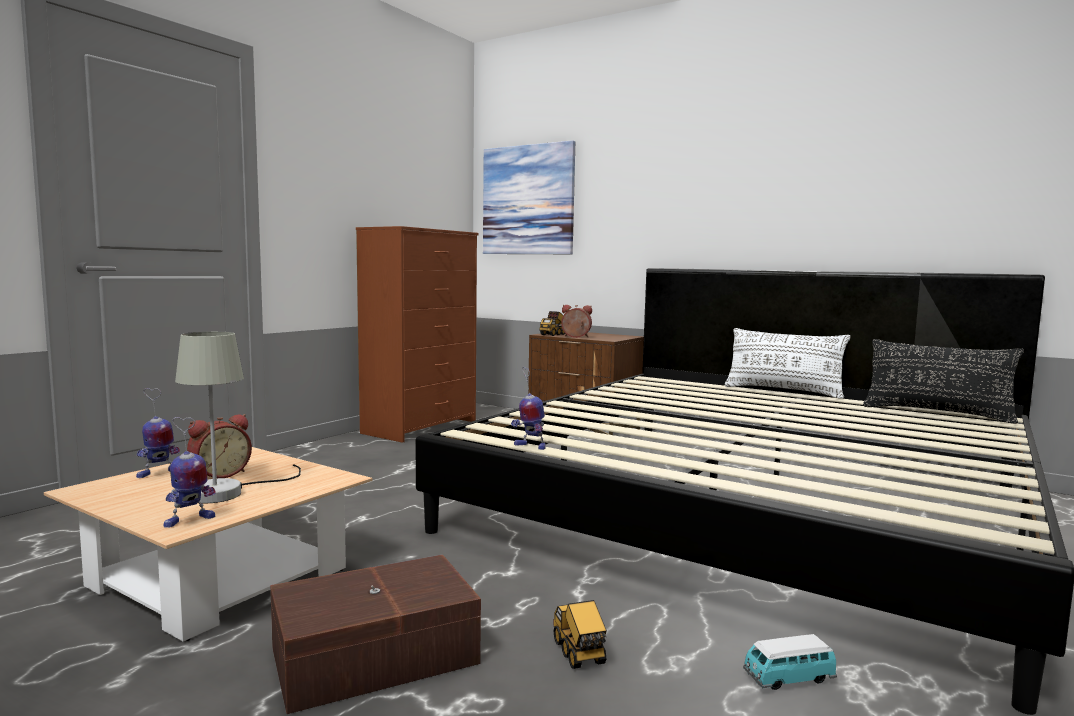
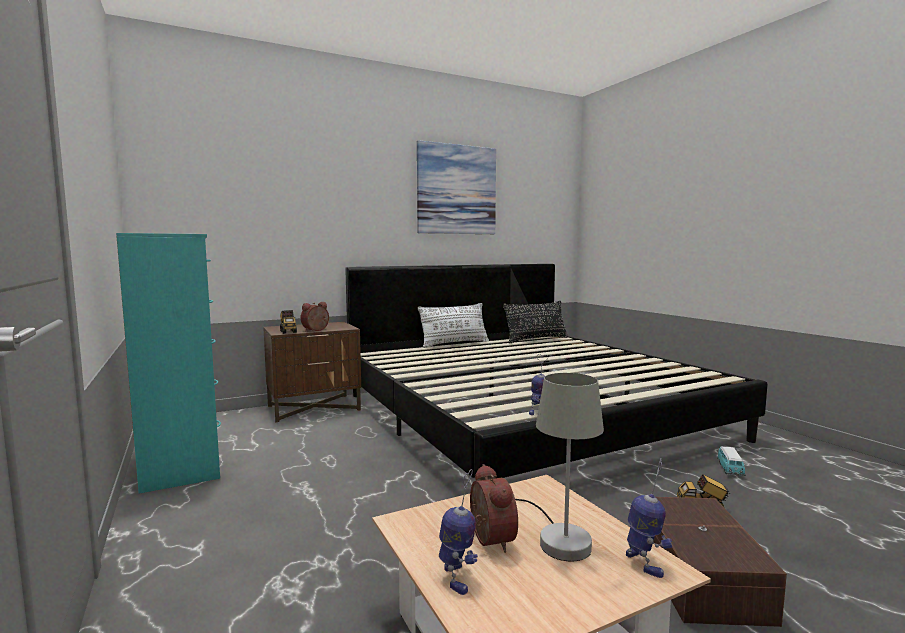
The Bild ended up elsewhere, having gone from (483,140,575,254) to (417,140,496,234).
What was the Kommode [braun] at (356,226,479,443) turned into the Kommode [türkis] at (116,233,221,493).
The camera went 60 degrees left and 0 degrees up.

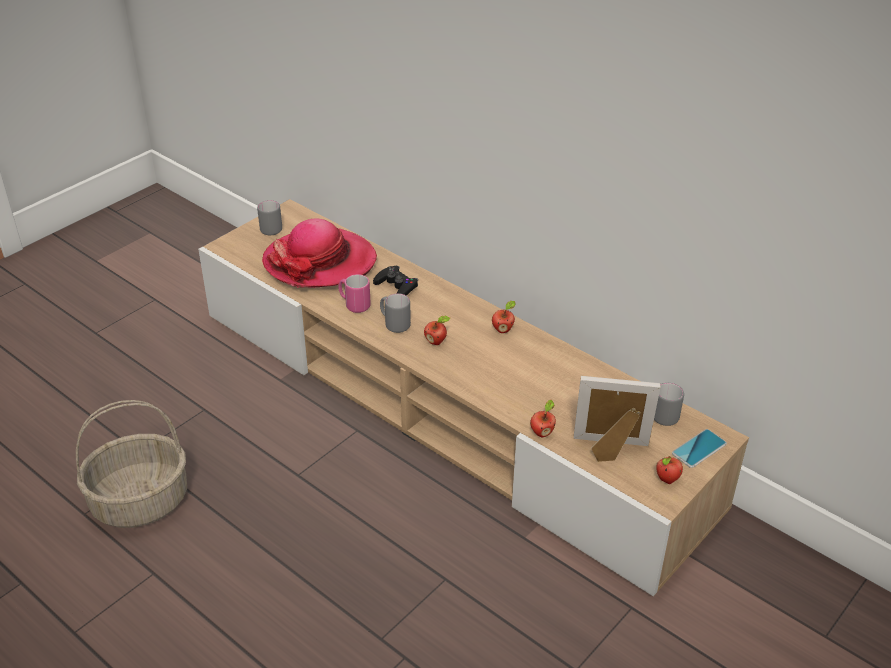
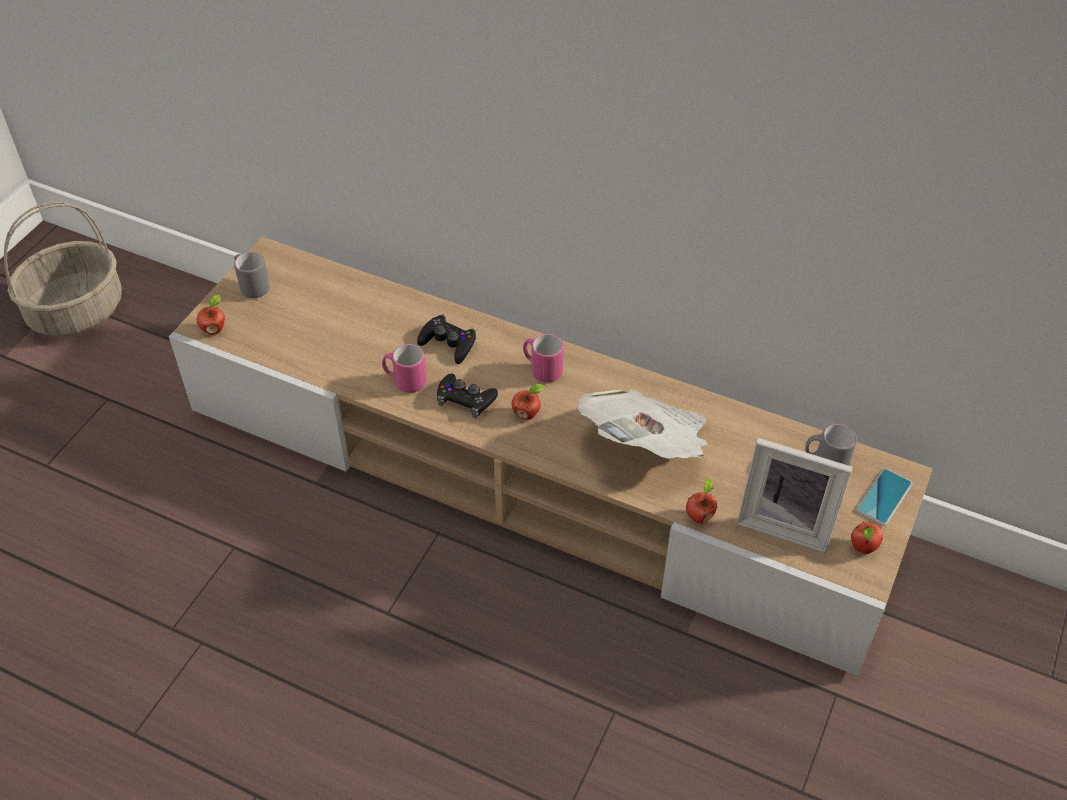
The second view lost the Hut at (262,218,377,288).
Where the Henkelbecher [grau] stood at (380,293,411,333), the Gamepad [schwarz] came to stand at (437,374,498,418).
The Apfel ended up elsewhere, having gone from (492,301,515,333) to (197,295,225,335).
The Bilderrahmen at (574,376,660,462) ended up facing another way, 150 degrees counterclockwise from before.
The Korb ended up elsewhere, having gone from (76,400,187,528) to (4,202,122,337).
The second view gained the Henkelbecher [rosa] at (523,334,564,383).
The second view gained the Zeitung at (578,389,708,459).
The camera went 15 degrees left and 10 degrees up.

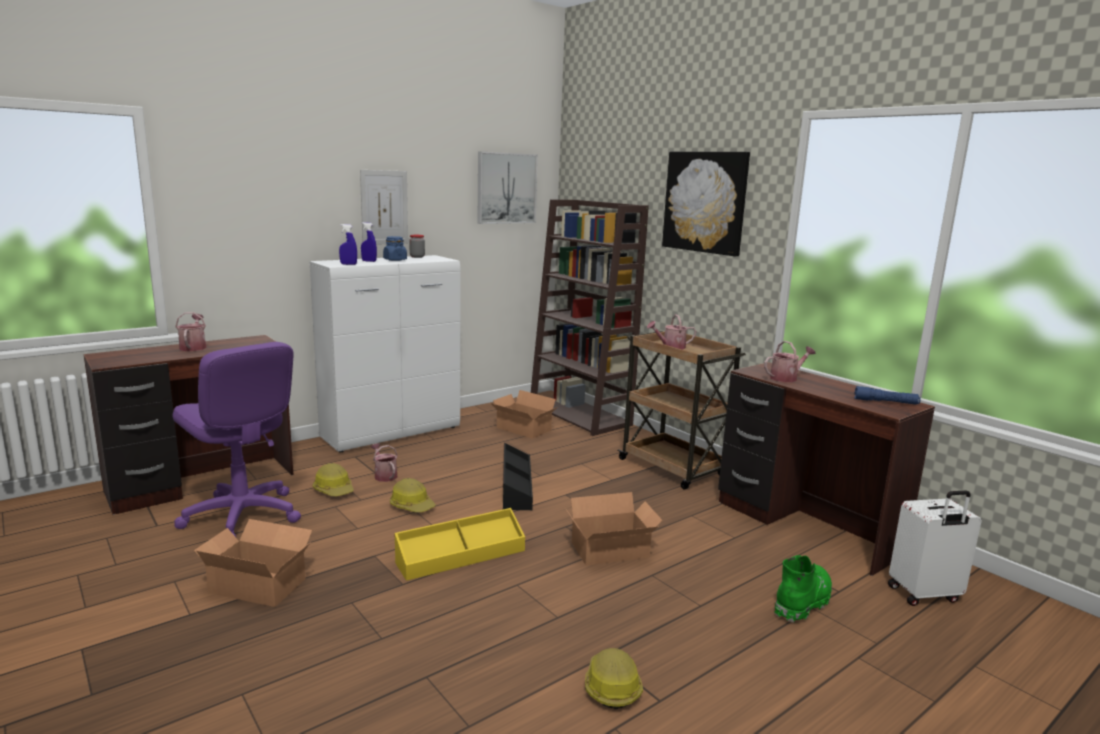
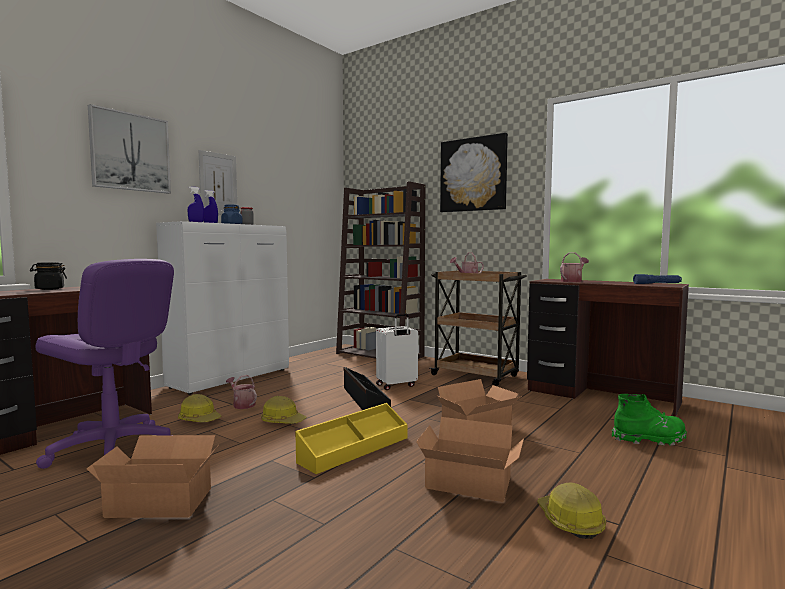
The Bild ended up elsewhere, having gone from (477,151,538,224) to (88,104,171,193).
Where the Gießkanne stood at (175,312,206,351), the Vorratsglas [schwarz] came to stand at (30,262,67,290).
The Karton ended up elsewhere, having gone from (491,390,558,439) to (416,417,524,502).
The Koffer [weiß] ended up elsewhere, having gone from (888,491,982,606) to (376,314,418,390).
The Stiefel [grün] at (774,555,832,623) ended up facing another way, 60 degrees clockwise from before.
The camera went 15 degrees left and 10 degrees down.

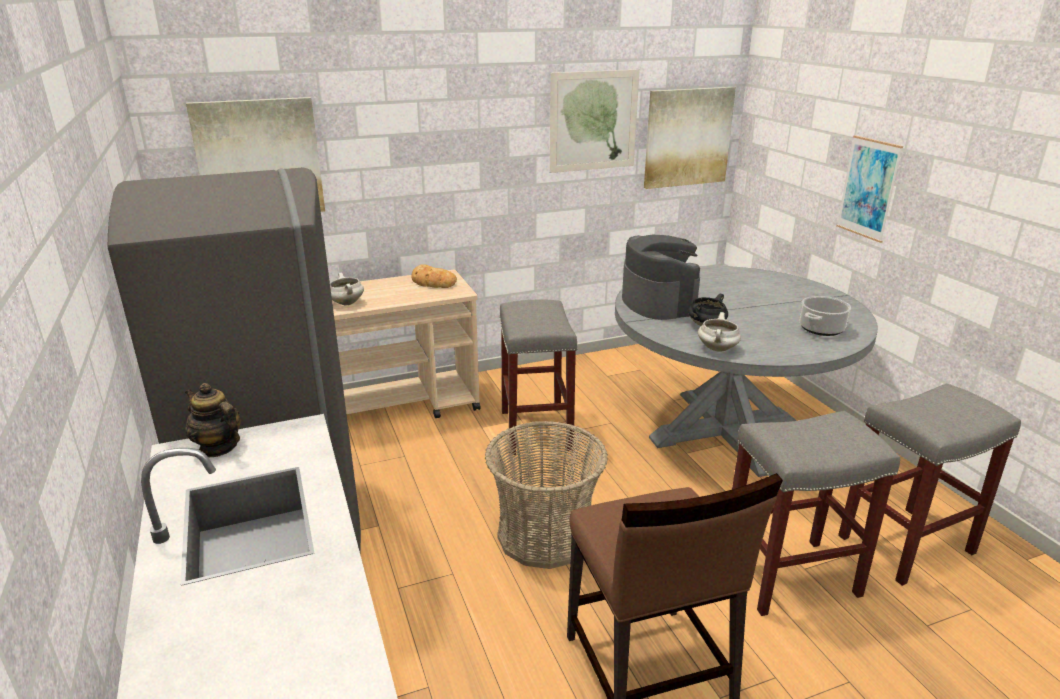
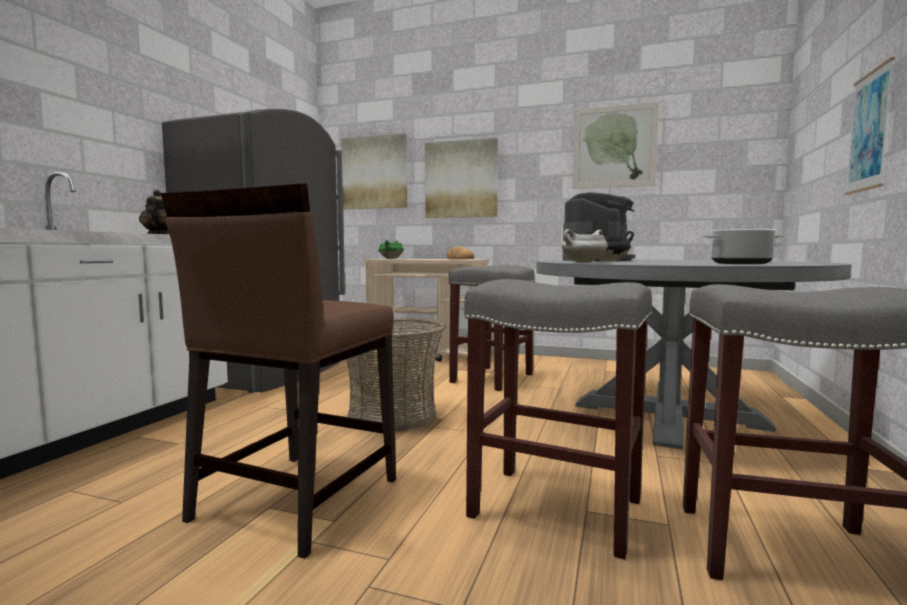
The Bild ended up elsewhere, having gone from (644,87,736,189) to (425,138,498,218).
What was the Kochtopf [weiß] at (330,272,364,305) turned into the Kochtopf [grün] at (378,240,404,259).
The camera went 40 degrees right and 20 degrees down.

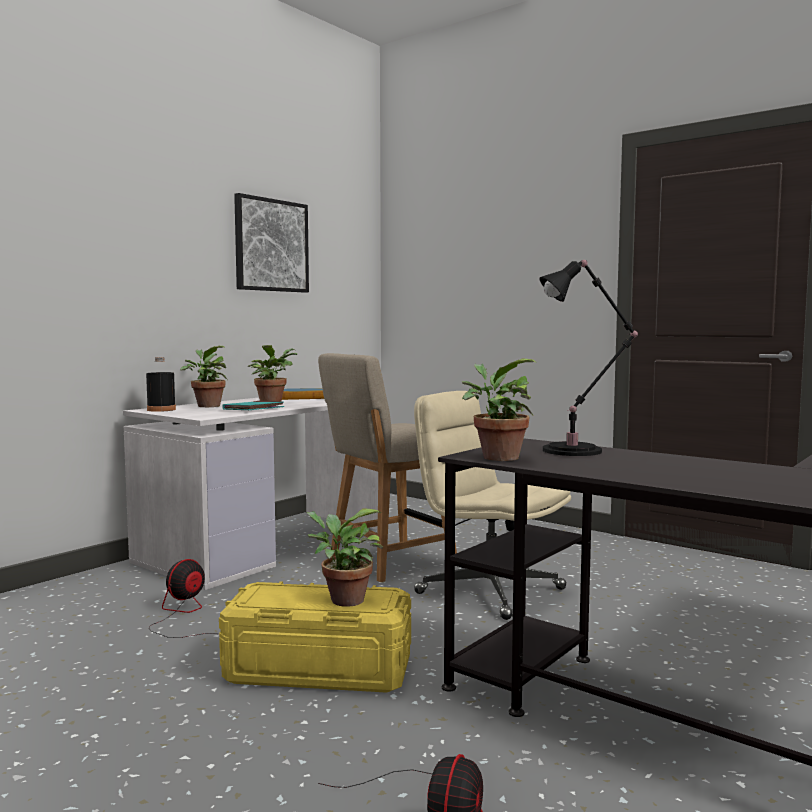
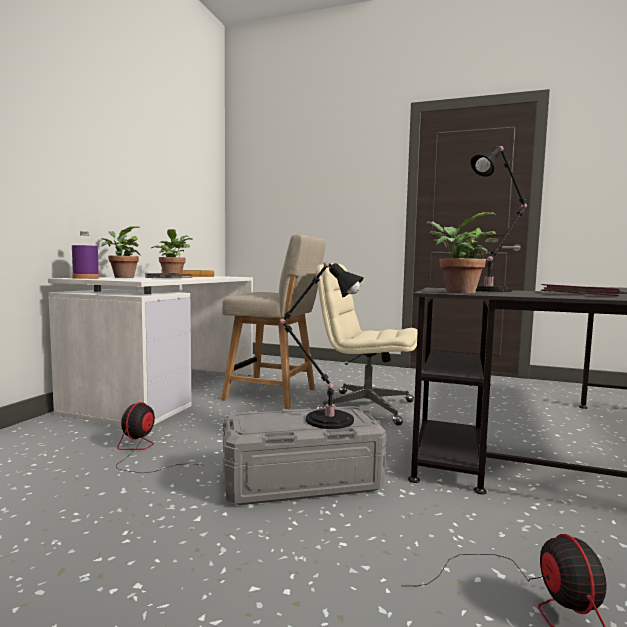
The second view lost the Bild at (234,193,309,293).
The Stuhl [beige] at (318,353,457,582) ended up facing another way, 105 degrees counterclockwise from before.
What was the Flasche [schwarz] at (146,357,176,412) turned into the Flasche [lila] at (72,231,99,279).
Where the Topfpflanze stood at (306,508,383,607), the Tischlampe [schwarz] came to stand at (277,262,364,429).
What was the Aufbewahrungsbox [gelb] at (219,582,411,693) turned into the Aufbewahrungsbox [grau] at (222,406,387,505).
The second view gained the Buch [rot] at (541,284,620,296).
The camera went 20 degrees left and 0 degrees up.

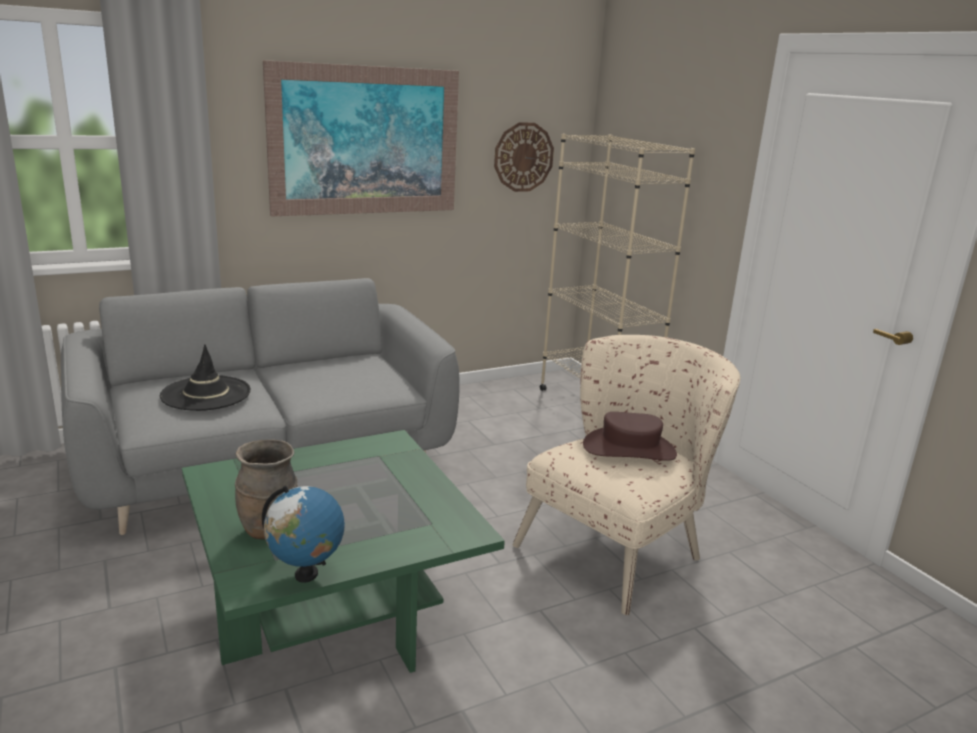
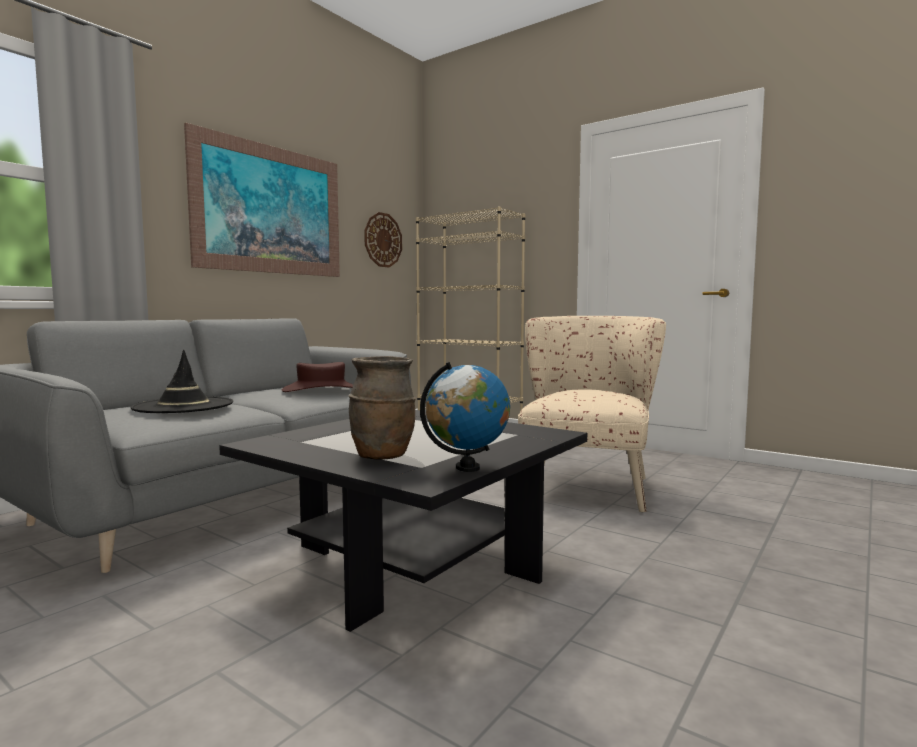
The Hut [braun] ended up elsewhere, having gone from (583,412,677,461) to (282,362,353,392).
What was the Couchtisch [grün] at (182,430,505,673) turned into the Couchtisch [schwarz] at (219,410,587,632).
The camera went 25 degrees left and 15 degrees down.

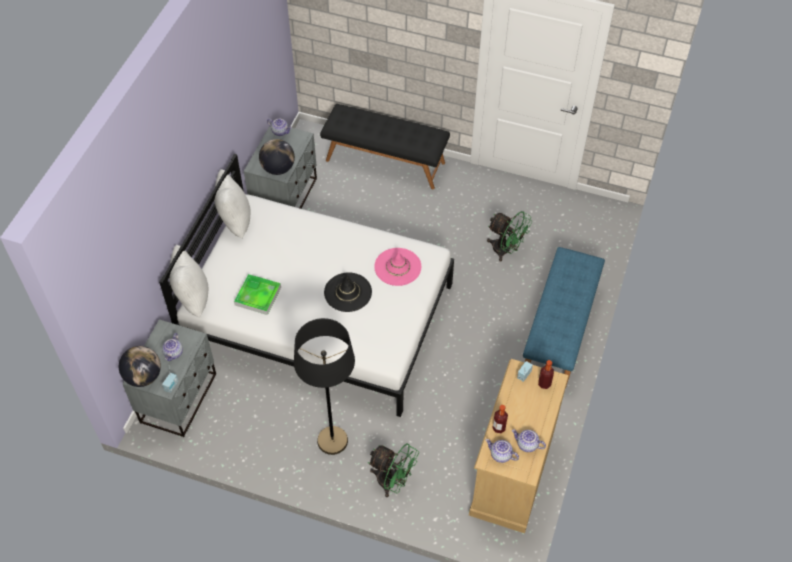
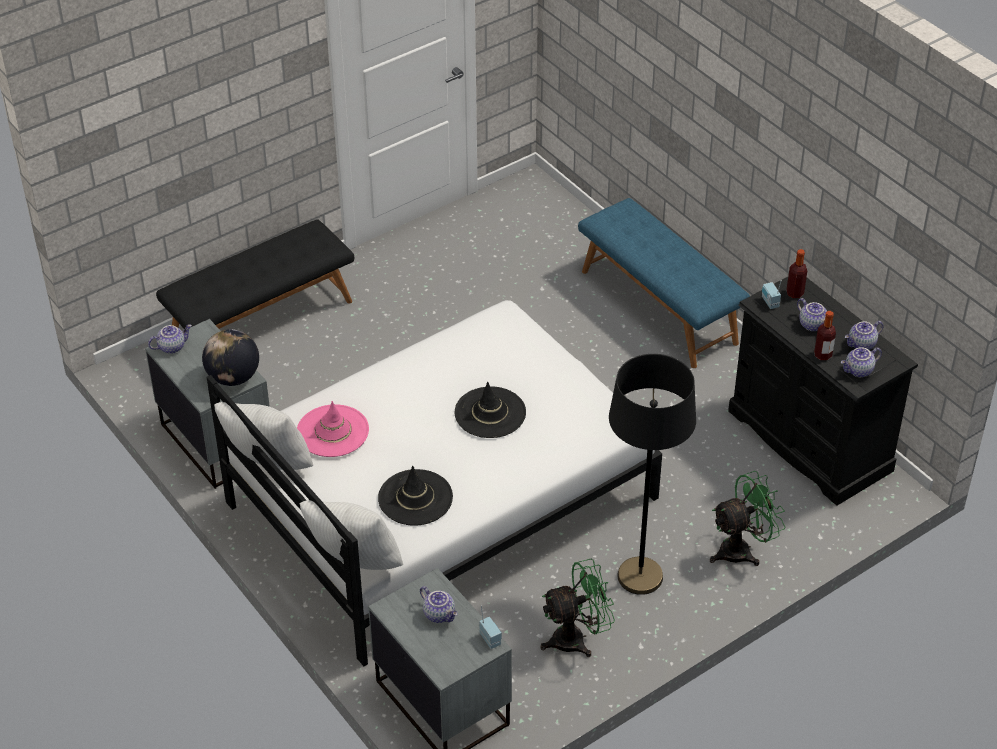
The Ventilator [grün] ended up elsewhere, having gone from (487,211,532,262) to (540,559,615,657).
The Hut [rosa] ended up elsewhere, having gone from (374,248,421,286) to (297,401,369,457).
Where the Tablett stood at (234,274,281,315), the Hut [schwarz] came to stand at (378,466,453,526).
The second view lost the Globus at (119,346,161,387).
What was the Kommode [beige] at (469,359,569,533) turned into the Kommode [schwarz] at (728,277,918,506).
The second view gained the Teekanne at (797,298,827,331).
The camera went 55 degrees left and 10 degrees down.

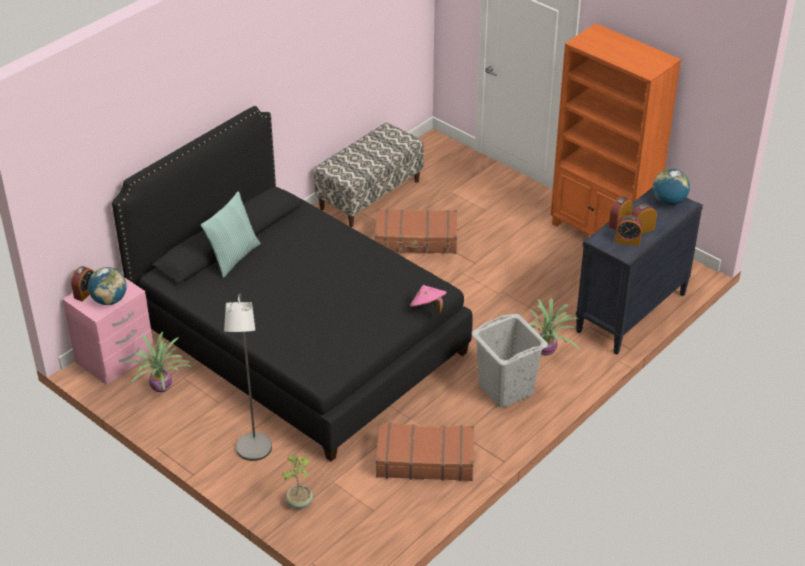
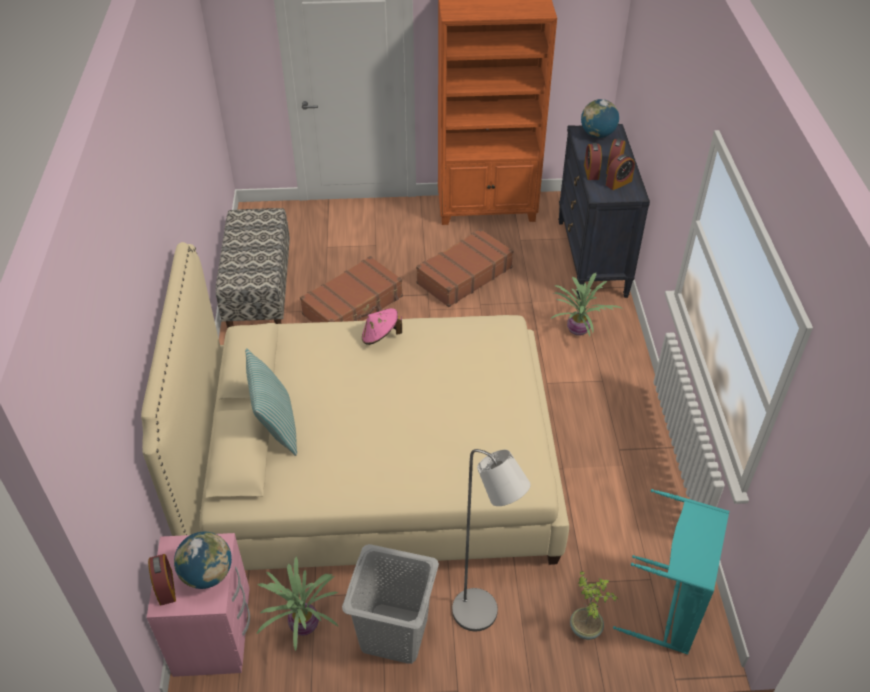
What was the Bett [schwarz] at (112,106,473,462) turned into the Bett [beige] at (141,242,569,570).
The Hut [rosa] ended up elsewhere, having gone from (410,285,447,314) to (362,308,402,345).
The Wäschekorb [grau] ended up elsewhere, having gone from (472,314,548,408) to (342,544,439,664).
The Koffer [braun] ended up elsewhere, having gone from (376,423,474,481) to (416,228,514,307).
The second view gained the Wäschekorb [türkis] at (613,489,729,655).
The camera went 45 degrees left and 5 degrees up.

